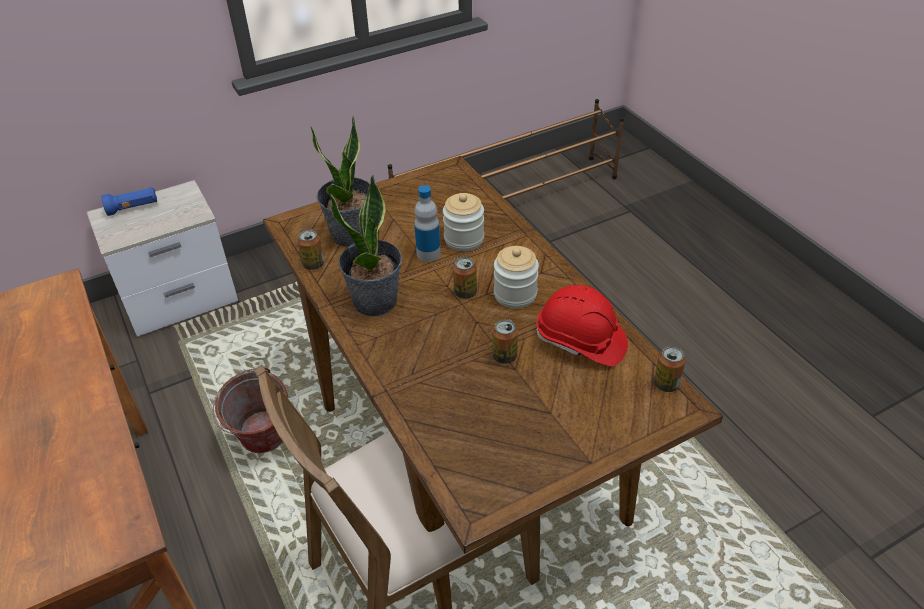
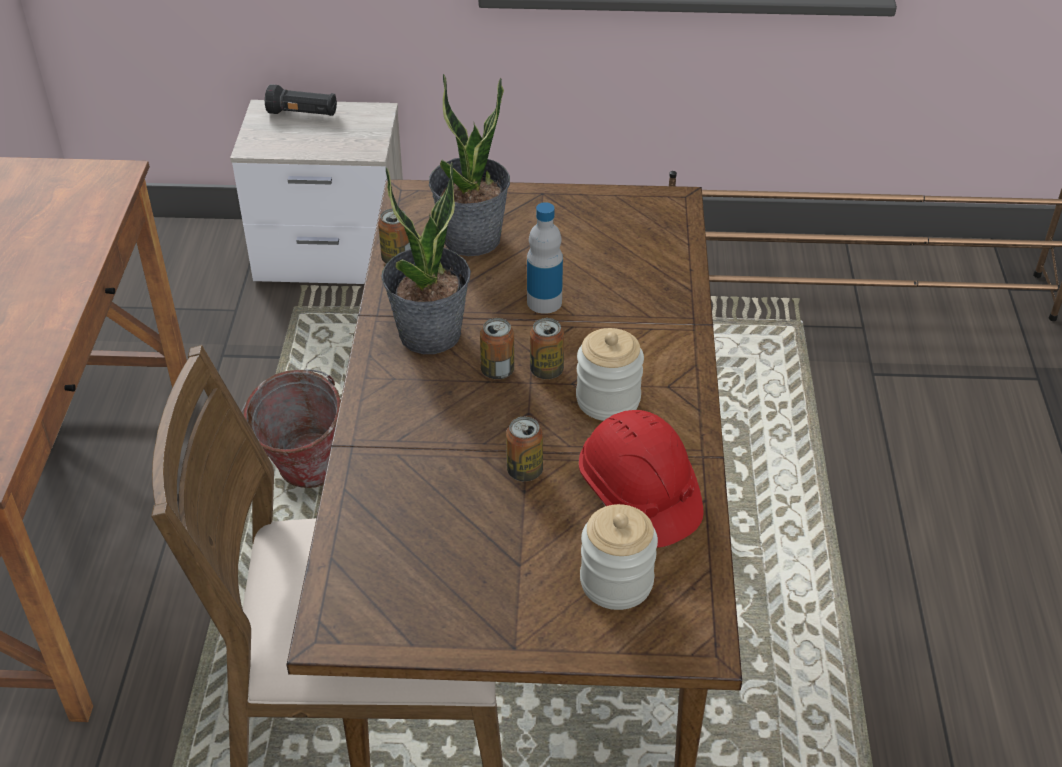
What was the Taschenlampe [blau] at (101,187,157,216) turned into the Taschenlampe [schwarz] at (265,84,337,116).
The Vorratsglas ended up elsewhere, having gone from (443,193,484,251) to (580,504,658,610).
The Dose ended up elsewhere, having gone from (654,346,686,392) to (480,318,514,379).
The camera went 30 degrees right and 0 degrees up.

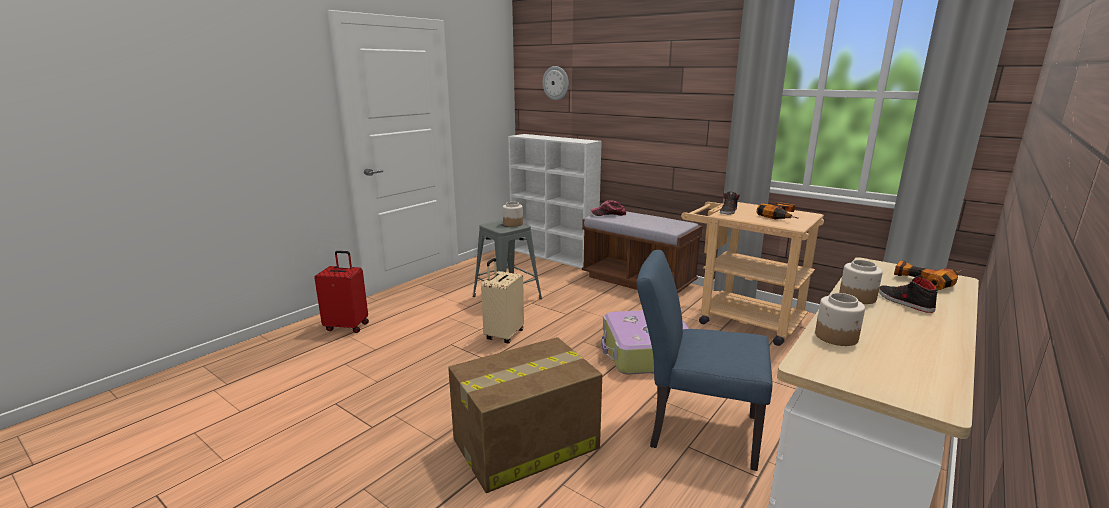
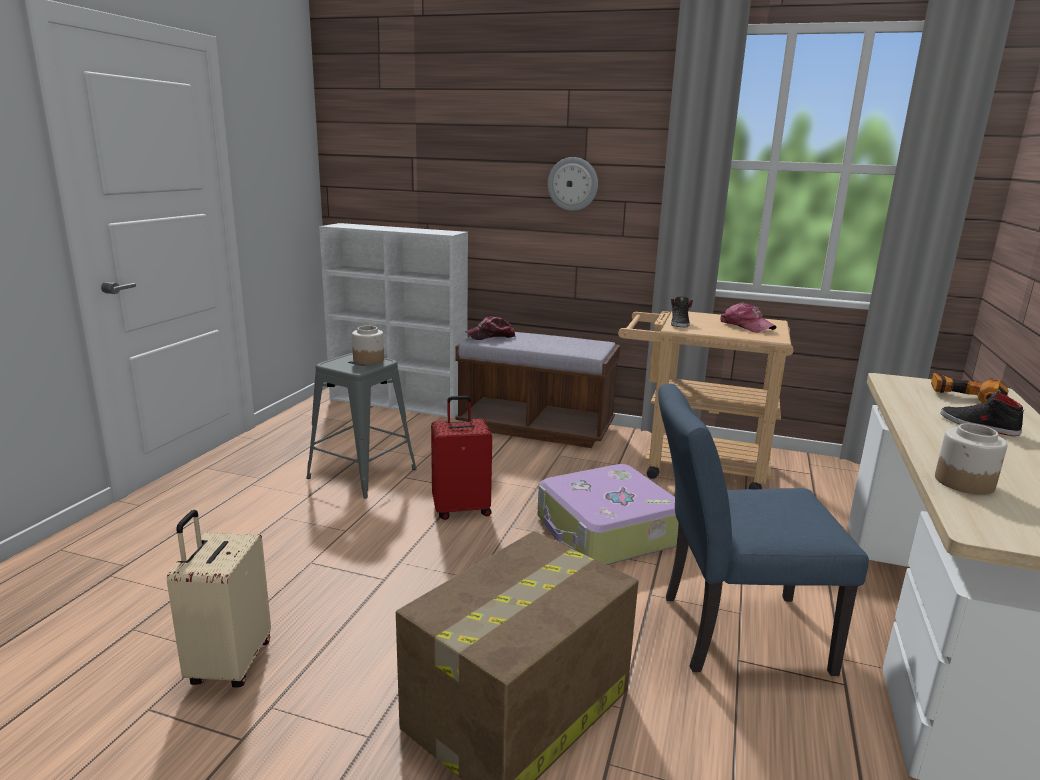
The Wanduhr ended up elsewhere, having gone from (543,66,569,100) to (548,157,598,211).
Where the Bohrmaschine stood at (757,202,798,219), the Kappe came to stand at (720,303,777,333).
The Koffer [rot] ended up elsewhere, having gone from (314,251,369,333) to (431,396,492,520).
The Koffer [beige] ended up elsewhere, having gone from (481,258,524,343) to (167,510,271,687).
The second view lost the Vorratsglas at (839,260,883,304).
The camera went 20 degrees left and 0 degrees up.

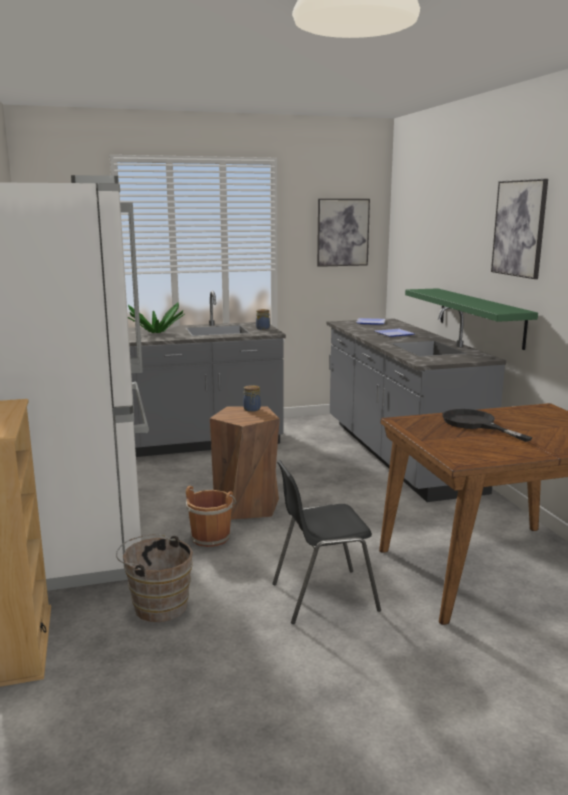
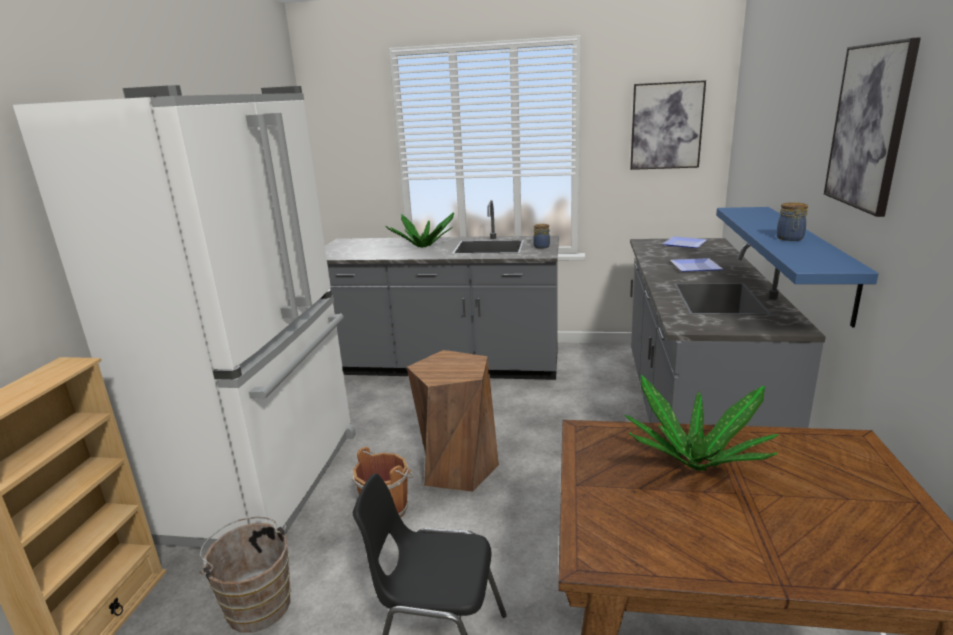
What was the Wandregal [grün] at (405,288,538,350) turned into the Wandregal [blau] at (716,207,879,327).
The Vorratsglas ended up elsewhere, having gone from (243,385,261,412) to (776,202,808,241).
Where the Pfanne [schwarz] stood at (443,409,533,442), the Topfpflanze came to stand at (625,374,778,471).
The camera went 25 degrees right and 5 degrees up.

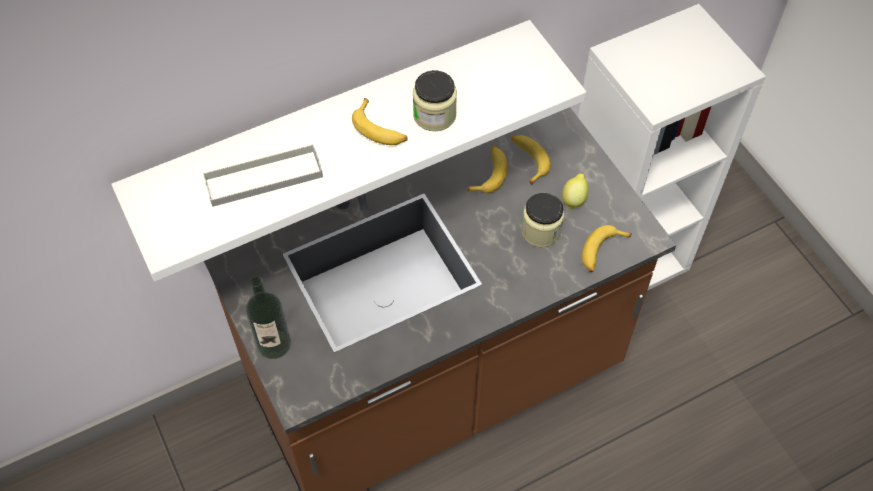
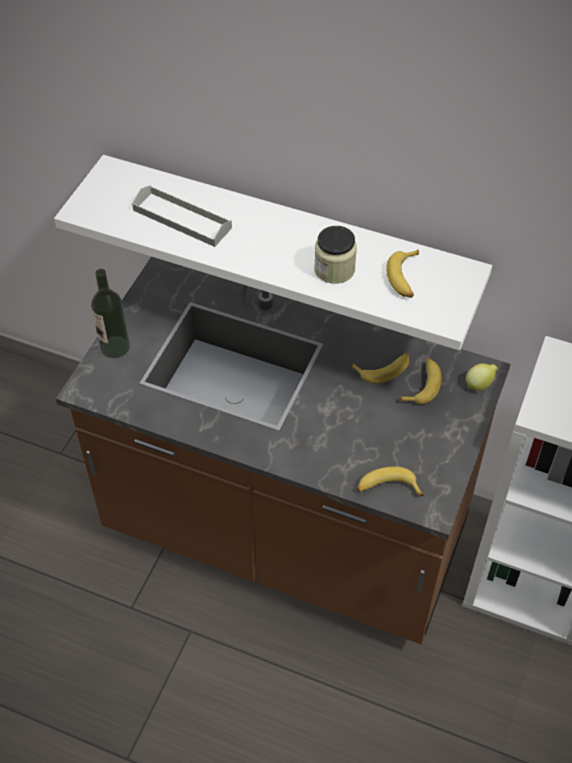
The Banane ended up elsewhere, having gone from (352,98,408,145) to (386,250,419,298).
The Zitrone ended up elsewhere, having gone from (562,174,588,210) to (466,363,498,391).
The second view lost the Vorratsglas at (521,193,564,247).
The camera went 50 degrees right and 5 degrees down.

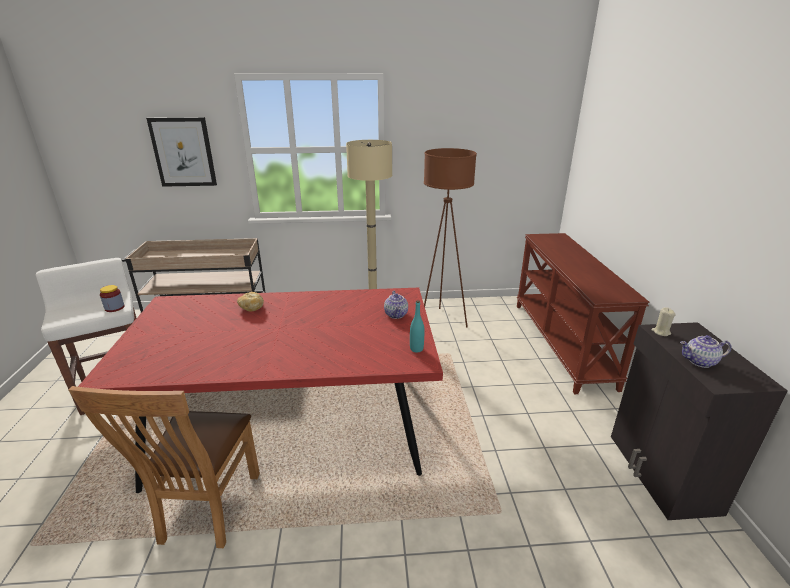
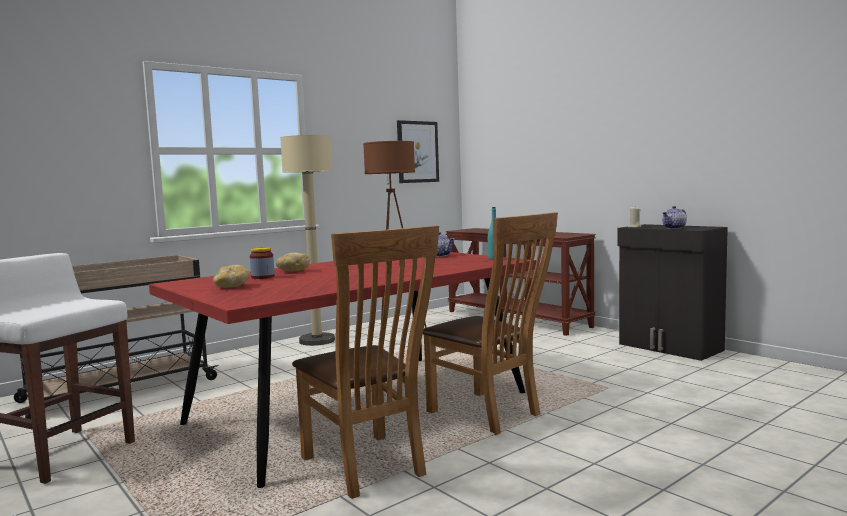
The Bild ended up elsewhere, having gone from (146,117,217,187) to (397,120,439,183).
The Vorratsglas ended up elsewhere, having gone from (100,285,125,312) to (250,247,274,279).
The second view gained the Stuhl [braun] at (423,212,558,435).
The second view gained the Brot at (213,265,250,288).
The camera went 35 degrees left and 20 degrees down.

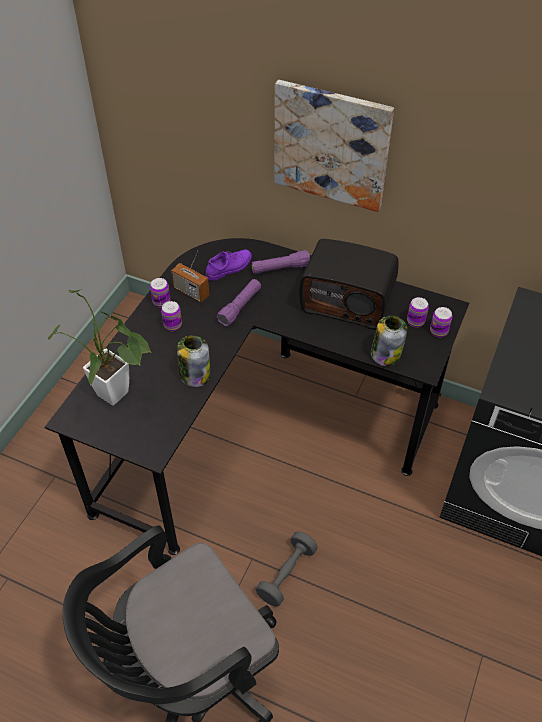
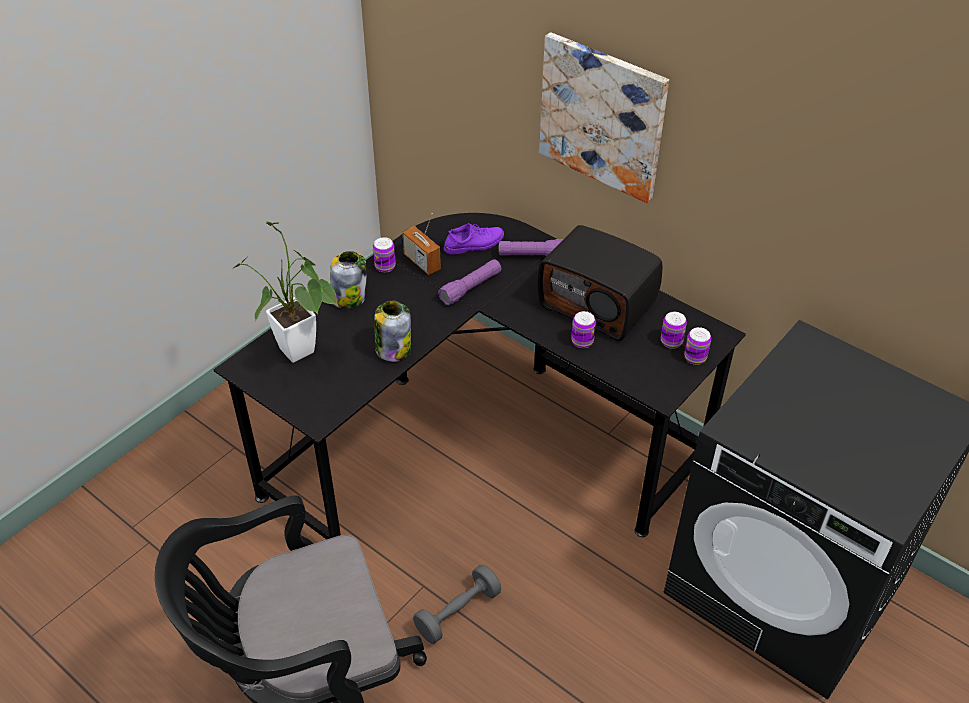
The Dose ended up elsewhere, having gone from (161,301,182,331) to (571,311,596,348).
The Vorratsglas ended up elsewhere, having gone from (371,316,407,366) to (330,251,367,309).
The camera went 15 degrees right and 5 degrees down.

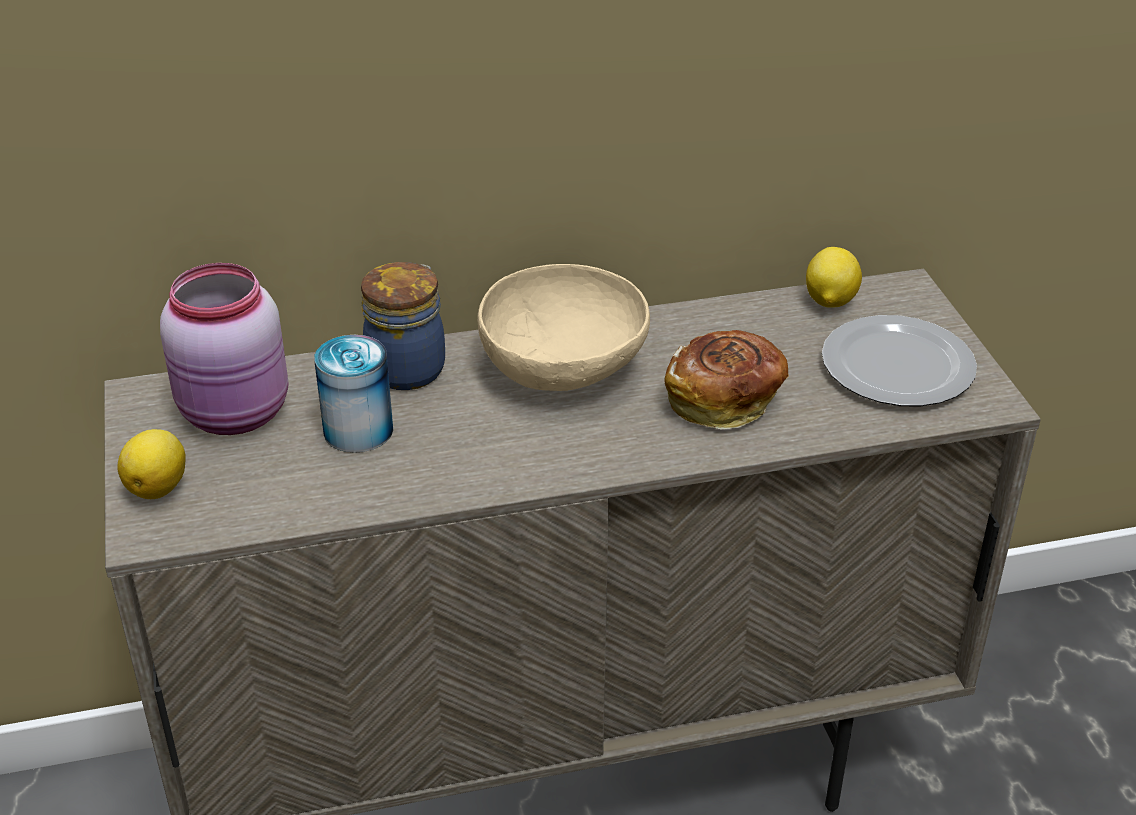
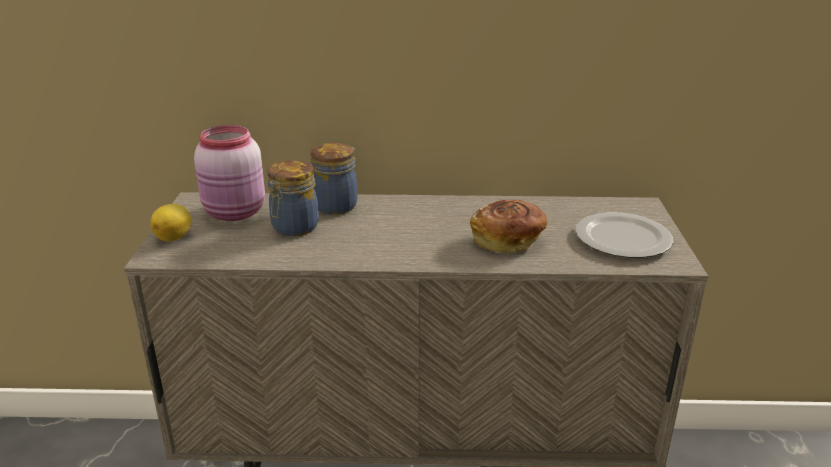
The second view lost the Zitrone at (806,247,862,308).
The second view lost the Schüssel [beige] at (477,264,650,391).
Where the Dose stood at (314,335,393,453), the Vorratsglas came to stand at (267,160,319,236).
The camera went 15 degrees right and 10 degrees down.

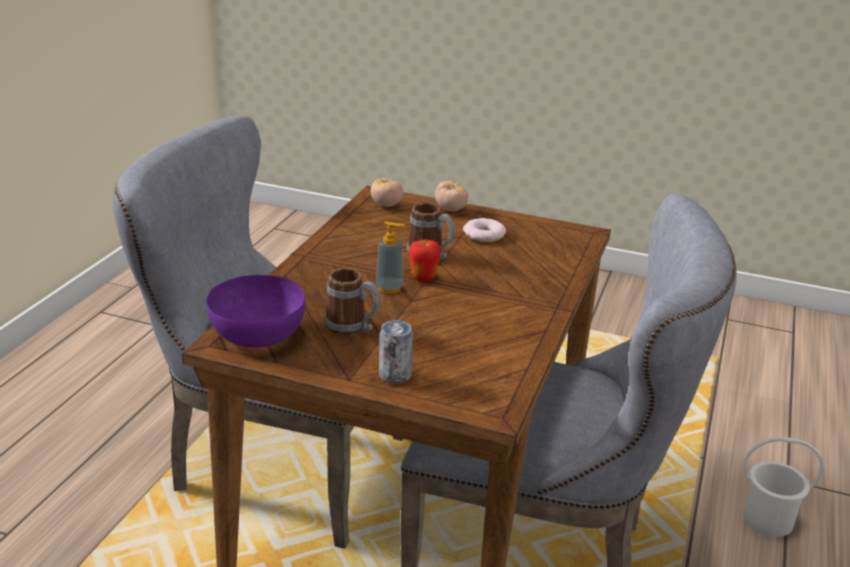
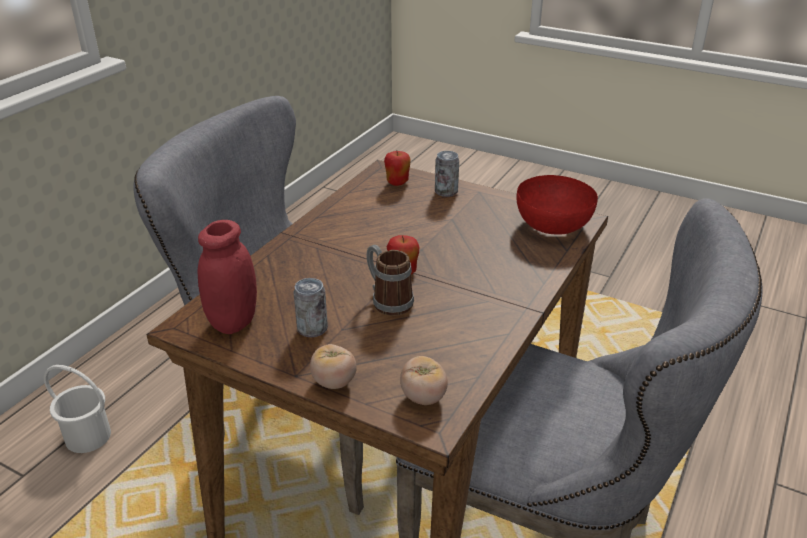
Where the Donut stood at (463,218,506,242), the Dose came to stand at (293,278,328,338).
The second view lost the Seifenspender at (376,221,405,294).
The second view lost the Henkelbecher at (325,268,380,335).
What was the Schüssel [lila] at (206,275,305,348) turned into the Schüssel [rot] at (516,175,598,235).
The second view gained the Apfel at (384,150,411,186).
The second view gained the Vorratsglas [rot] at (198,220,257,334).
The camera went 170 degrees left and 5 degrees up.

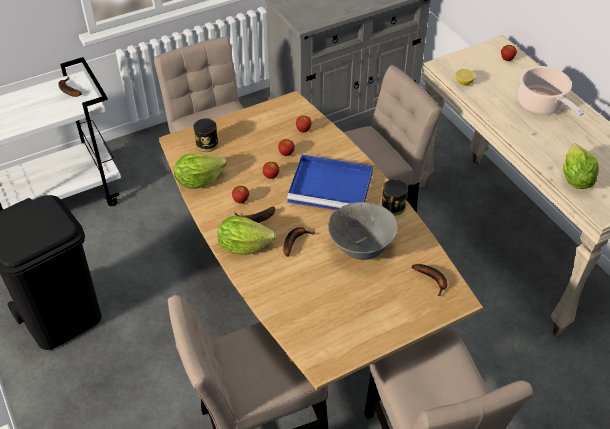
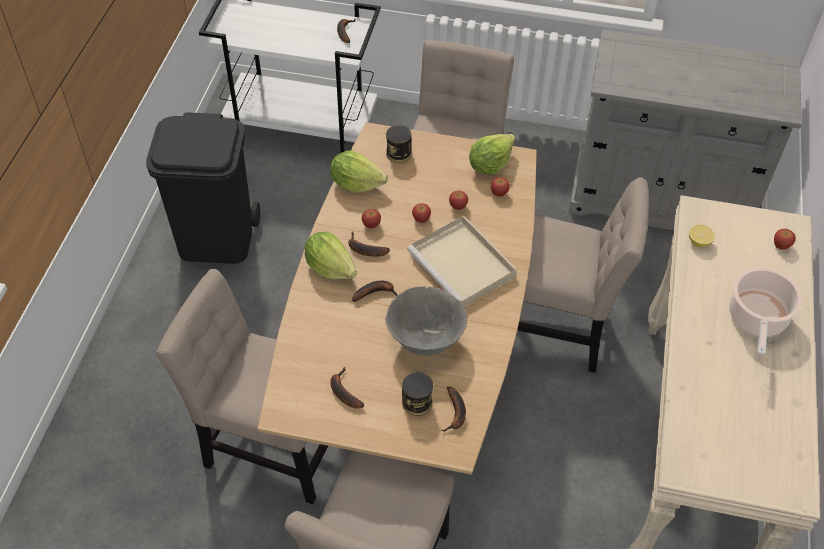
The Salatkopf ended up elsewhere, having gone from (563,144,599,189) to (469,134,515,175).
What was the Tablett [blau] at (287,155,373,211) turned into the Tablett [beige] at (407,216,517,307).
The Dose ended up elsewhere, having gone from (382,179,408,215) to (402,372,433,416).
The second view gained the Banane at (330,367,364,409).
The camera went 40 degrees right and 5 degrees up.

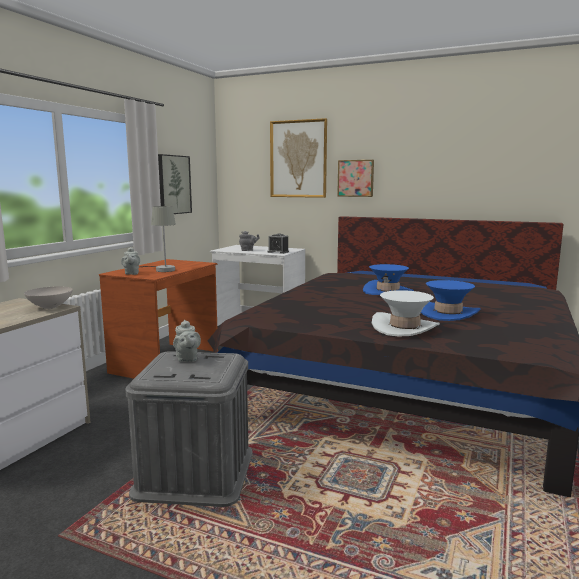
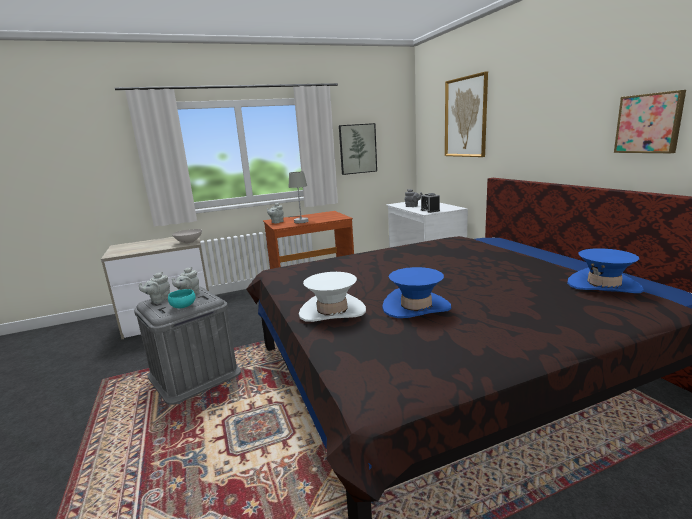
The Bild ended up elsewhere, having gone from (337,160,374,197) to (614,90,686,153).
The Hut [blau] ended up elsewhere, having gone from (363,264,414,295) to (567,248,644,293).
The second view gained the Teekanne [grau] at (139,272,170,304).
The second view gained the Schüssel [türkis] at (168,289,196,308).
The camera went 45 degrees right and 5 degrees up.

